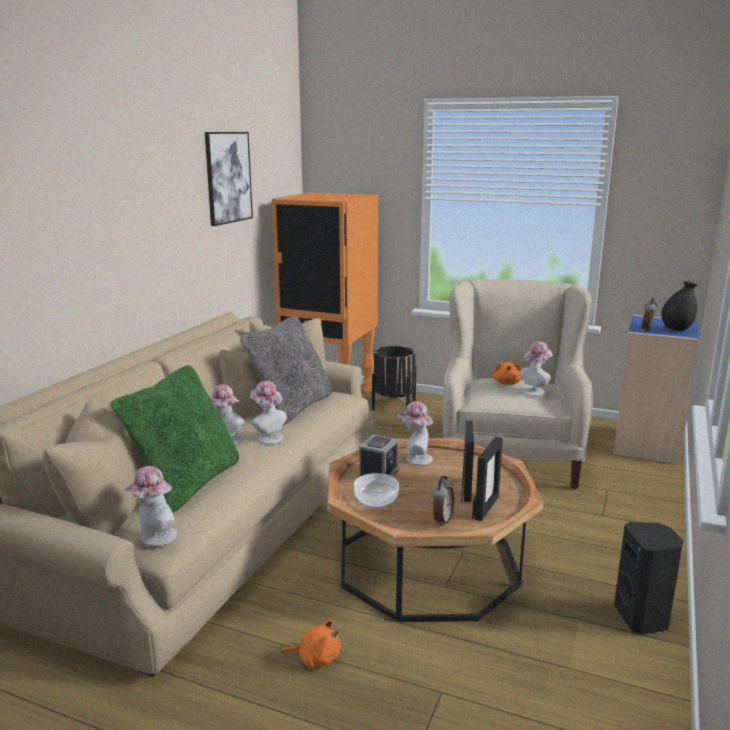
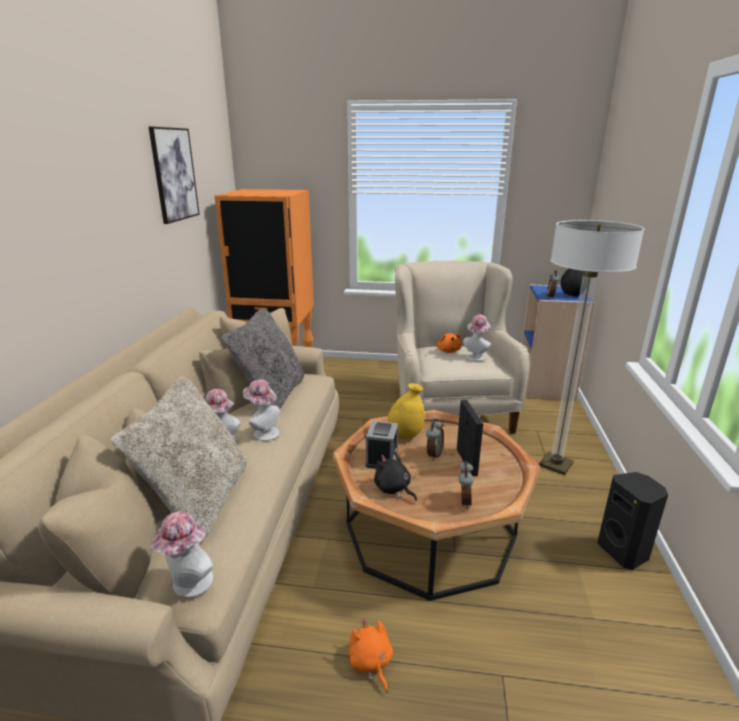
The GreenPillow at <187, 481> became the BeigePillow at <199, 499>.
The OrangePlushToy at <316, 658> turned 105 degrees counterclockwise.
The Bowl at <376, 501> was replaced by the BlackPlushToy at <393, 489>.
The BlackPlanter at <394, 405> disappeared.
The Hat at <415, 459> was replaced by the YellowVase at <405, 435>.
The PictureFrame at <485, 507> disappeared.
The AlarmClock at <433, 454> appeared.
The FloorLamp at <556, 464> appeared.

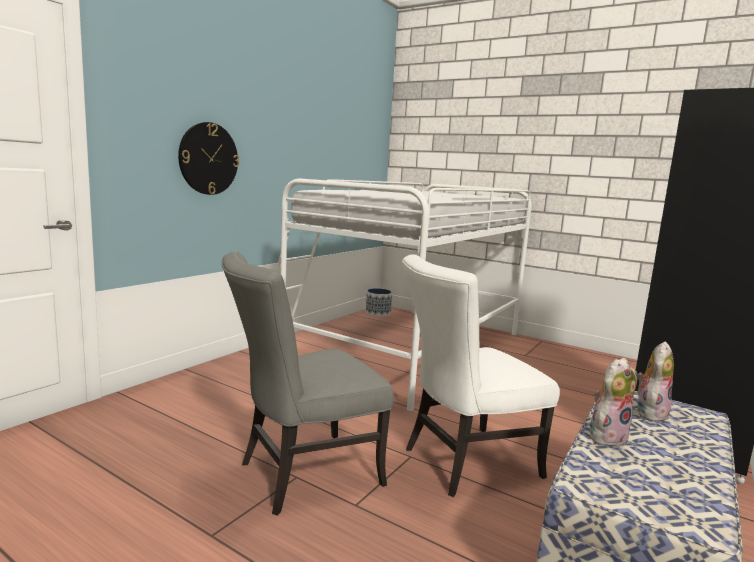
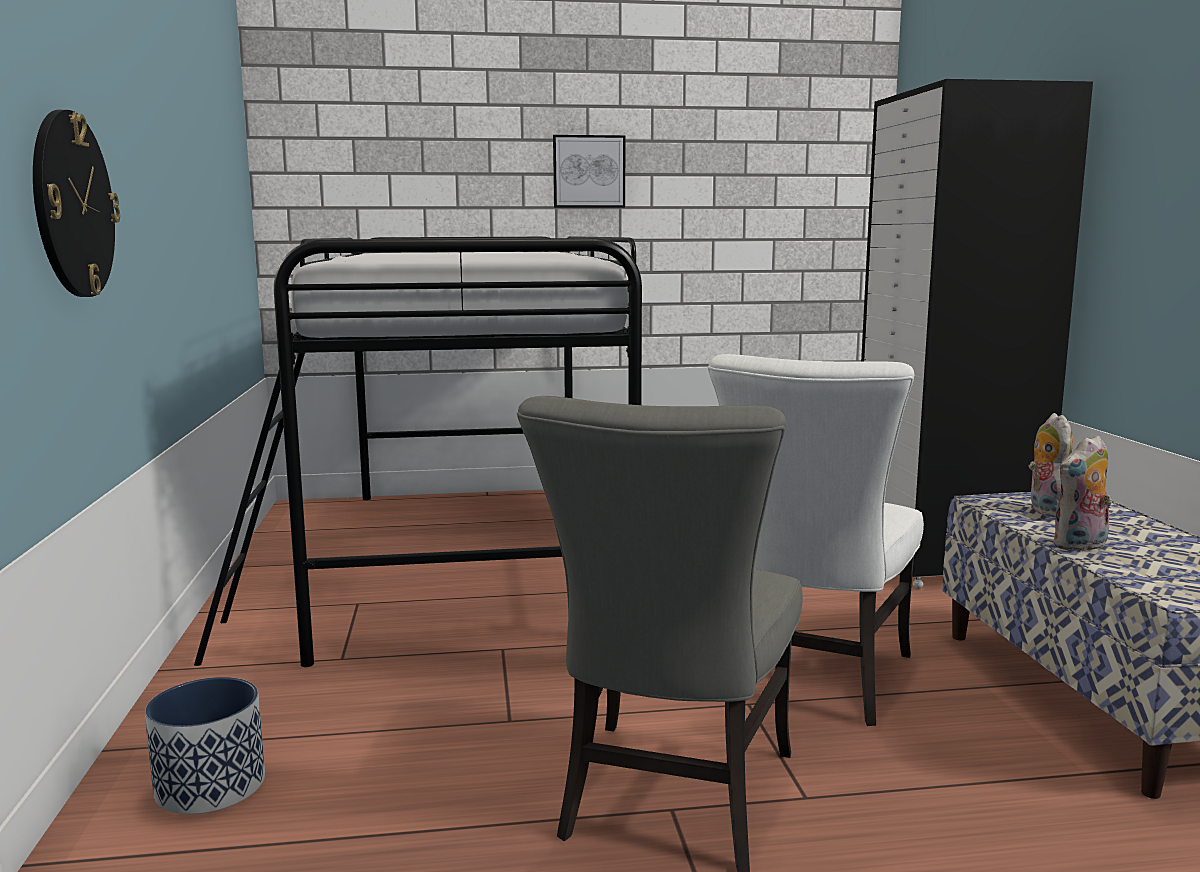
The WhiteBed at <408, 349> became the BlackBed at <465, 558>.
The Planter moved from <377, 313> to <209, 787>.
The PlushToy at <607, 436> turned 135 degrees counterclockwise.
The Picture at <589, 171> appeared.

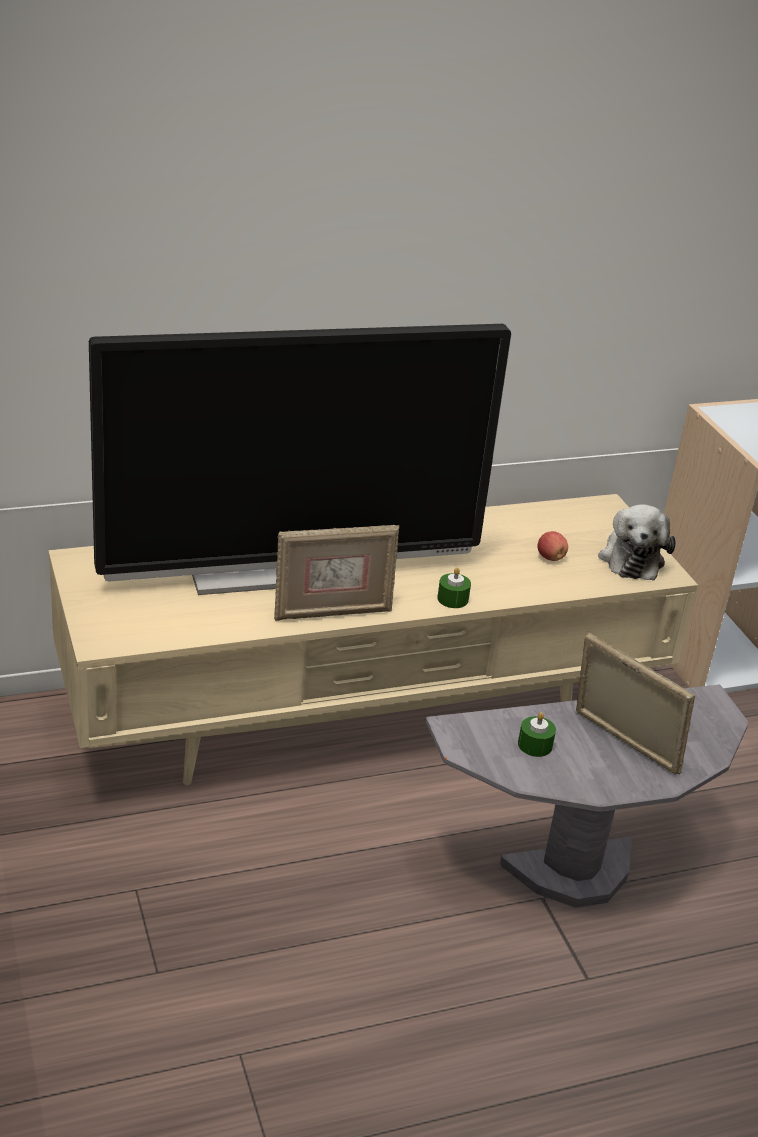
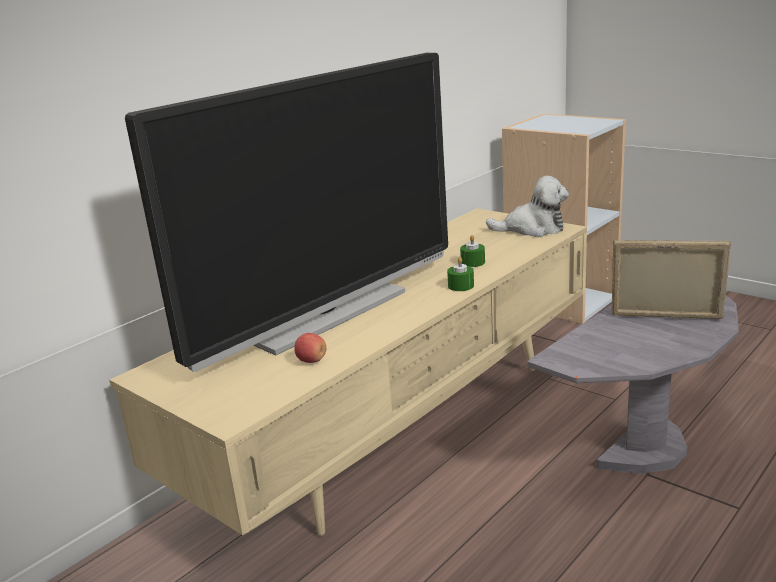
The PictureFrame at <332, 612> disappeared.
The GreenCandle moved from <535, 745> to <473, 262>.
The Apple moved from <550, 558> to <311, 361>.
The PlushToy at <631, 558> turned 60 degrees counterclockwise.

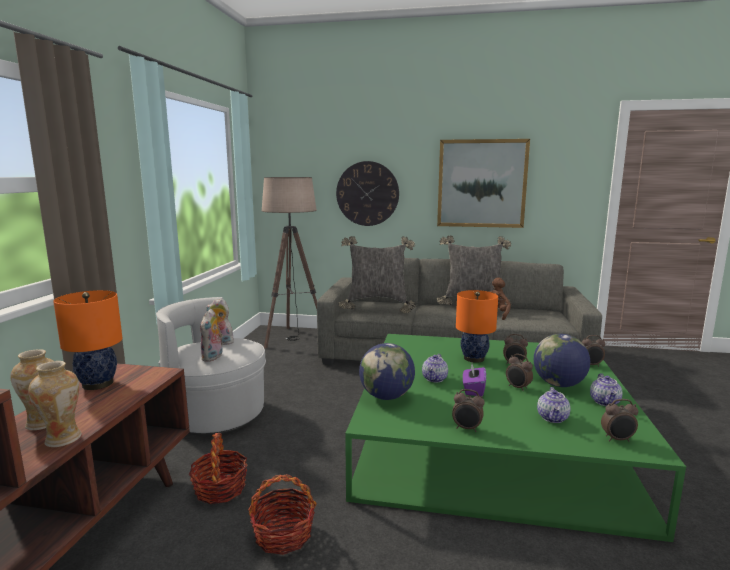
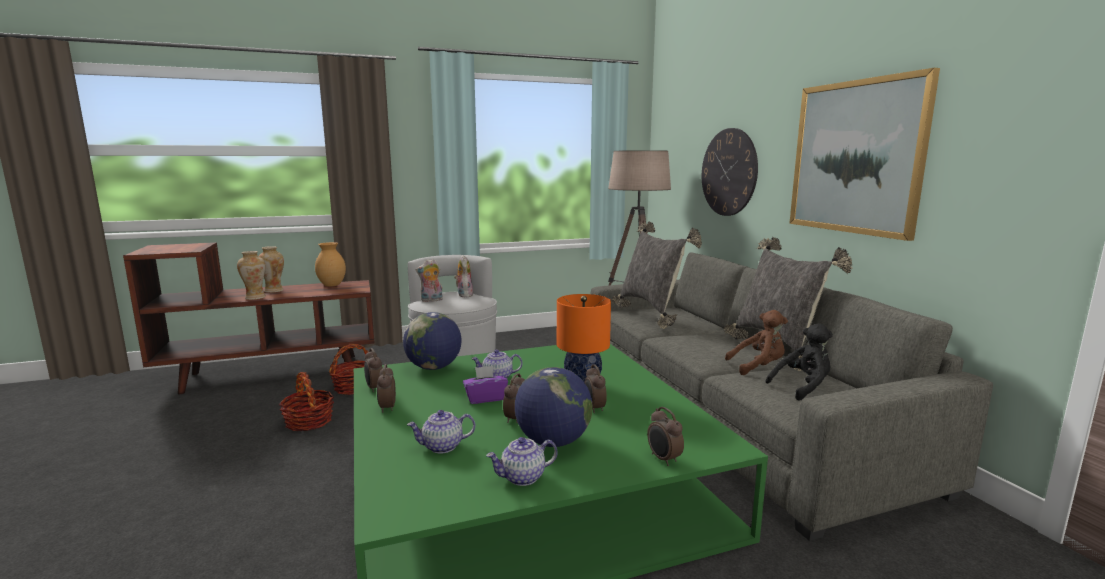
The OrangeTableLamp at <98, 384> was replaced by the BrownVase at <332, 285>.
The AlarmClock moved from <617, 439> to <374, 388>.
The BlackPlushToy at <802, 387> appeared.

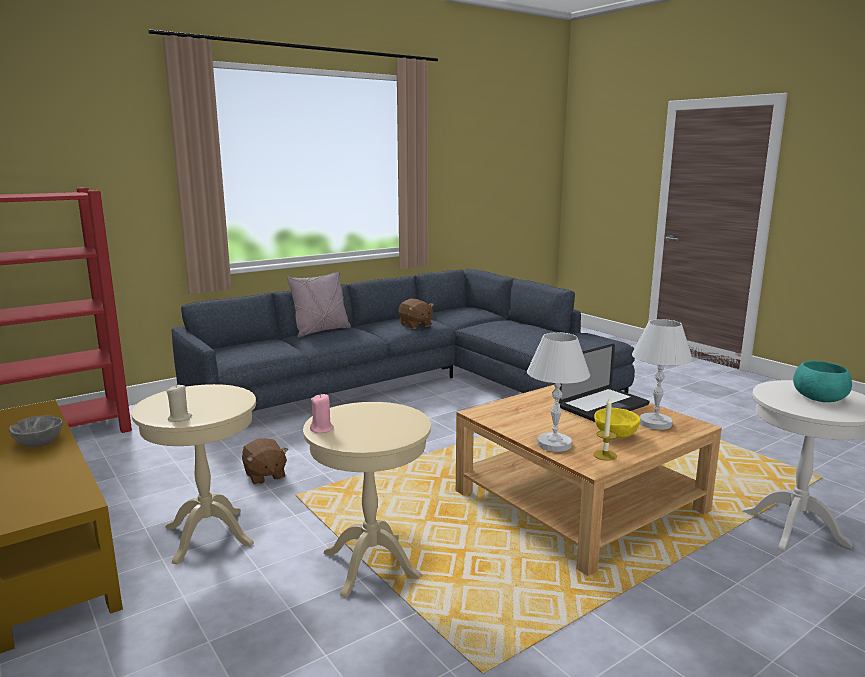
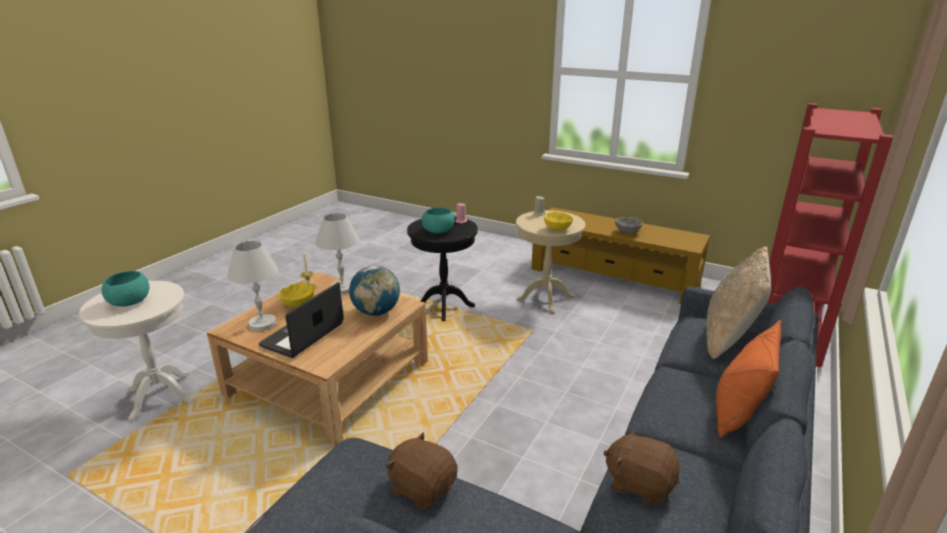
The BrownPlushToy moved from <264, 476> to <422, 487>.
The PurplePillow at <321, 331> became the OrangePillow at <737, 413>.
The BeigeSideTable at <371, 565> became the BlackSideTable at <444, 306>.
The Globe at <376, 312> appeared.
The TurquoiseBowl at <438, 230> appeared.
The YellowBowl at <557, 229> appeared.
The BeigePillow at <728, 341> appeared.

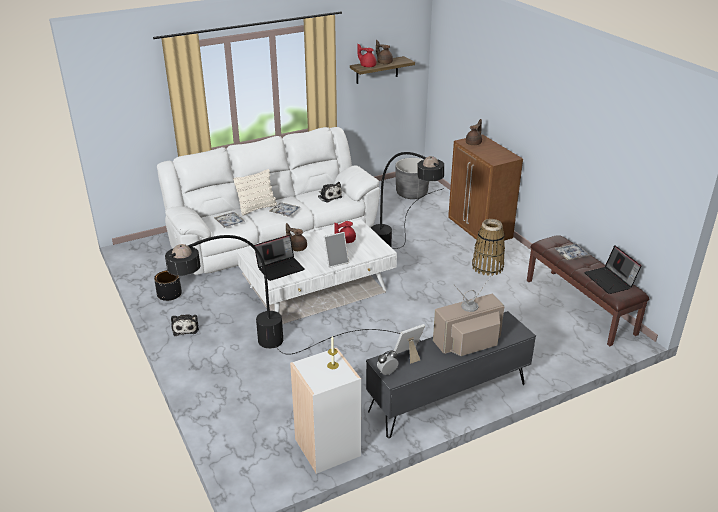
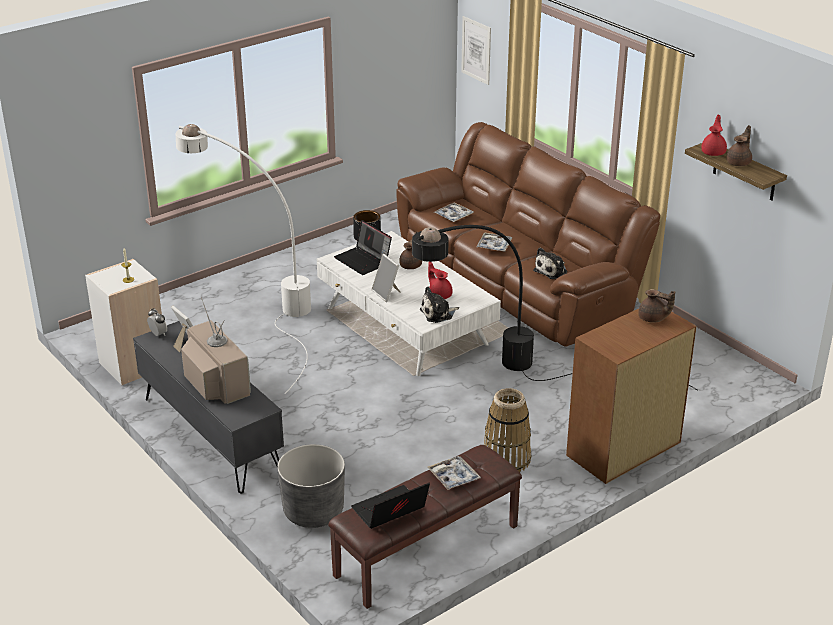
The WhiteSofa at <273, 235> became the BrownSofa at <517, 279>.
The BlackFloorLamp at <262, 362> became the WhiteFloorLamp at <258, 310>.
The PlushToy moved from <185, 328> to <438, 314>.
The BeigePillow at <257, 208> disappeared.
The GreyPlanter moved from <411, 193> to <313, 511>.
The Picture at <476, 50> appeared.

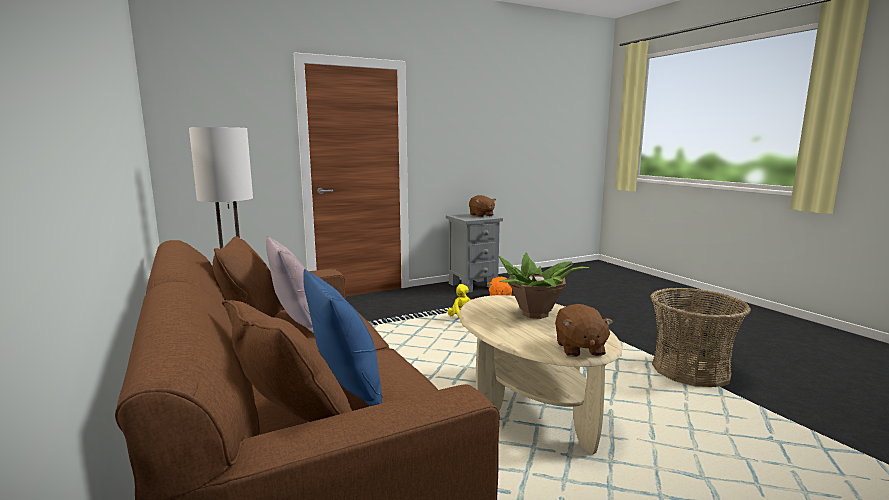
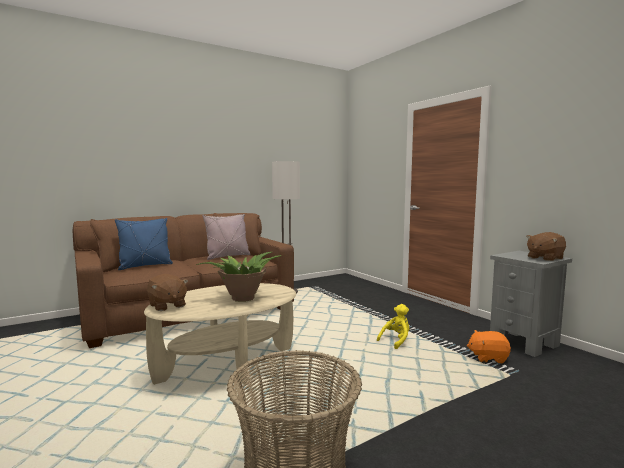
The BrownPlushToy at <579, 349> turned 120 degrees counterclockwise.

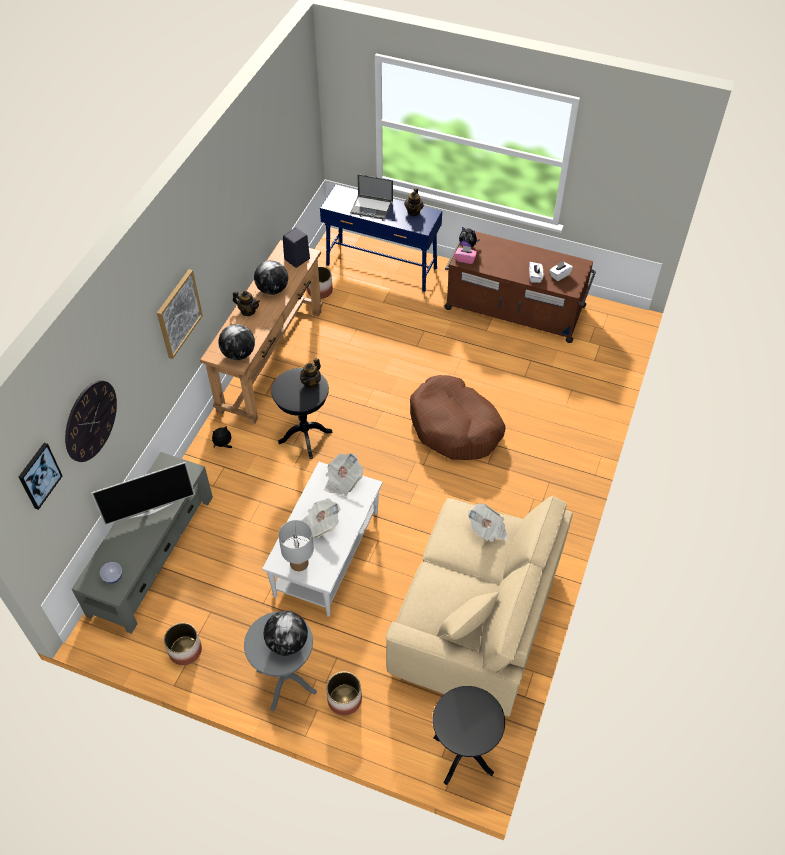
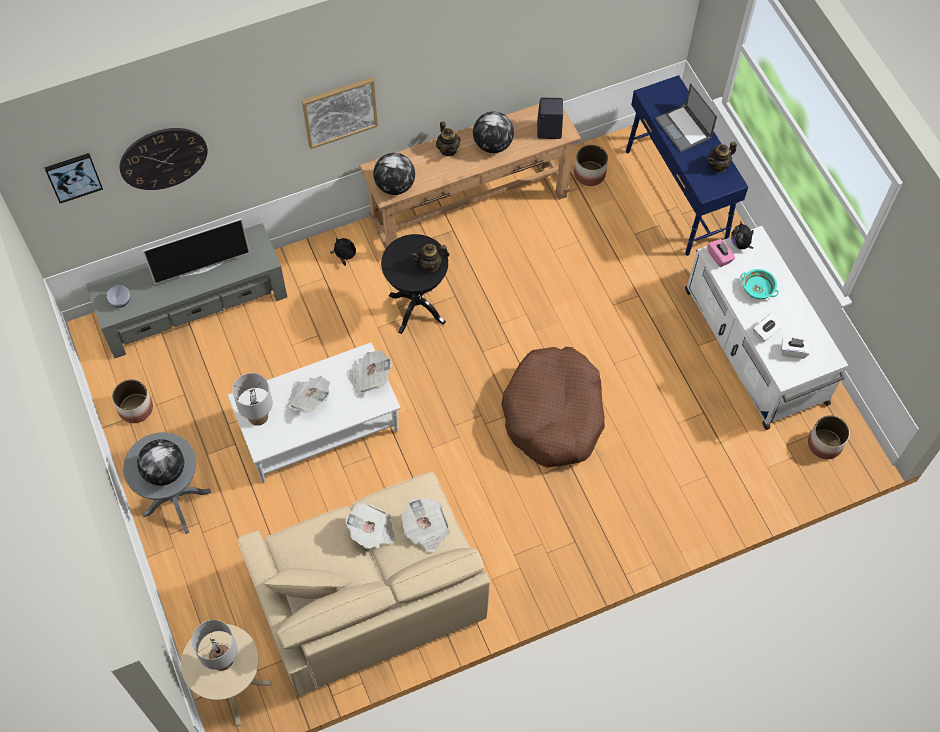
The Television at <150, 510> turned 45 degrees counterclockwise.
The Planter moved from <344, 699> to <824, 444>.
The BlackSideTable at <463, 755> became the BeigeSideTable at <234, 689>.
The BrownCabinet at <515, 308> became the WhiteCabinet at <755, 347>.
The GreyTableLamp at <222, 659> appeared.
The Newspaper at <372, 531> appeared.
The TurquoiseBowl at <758, 289> appeared.

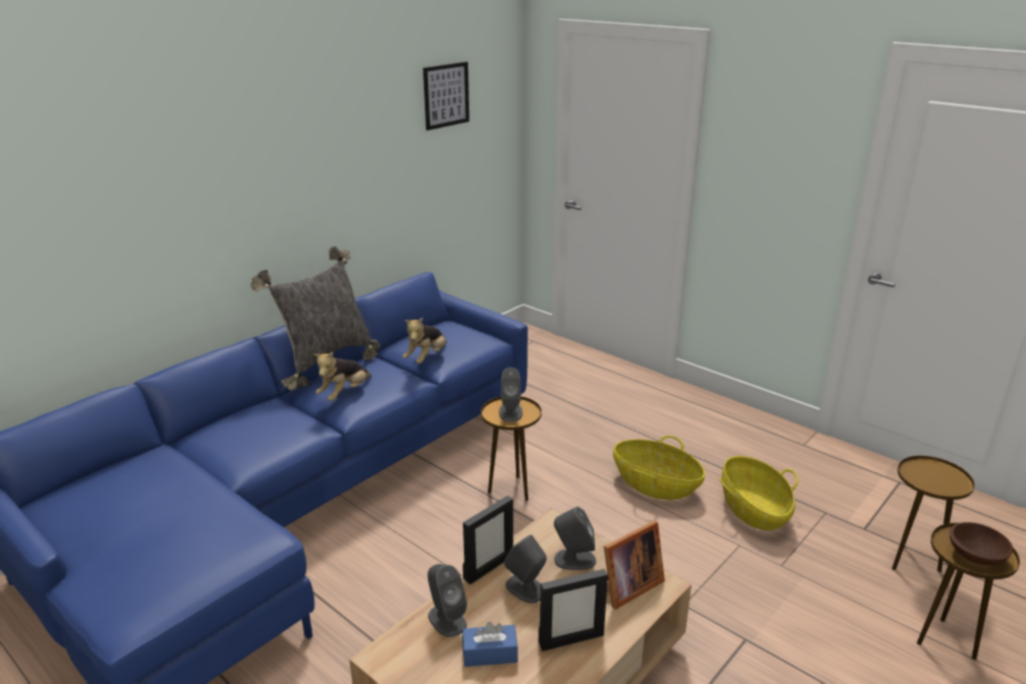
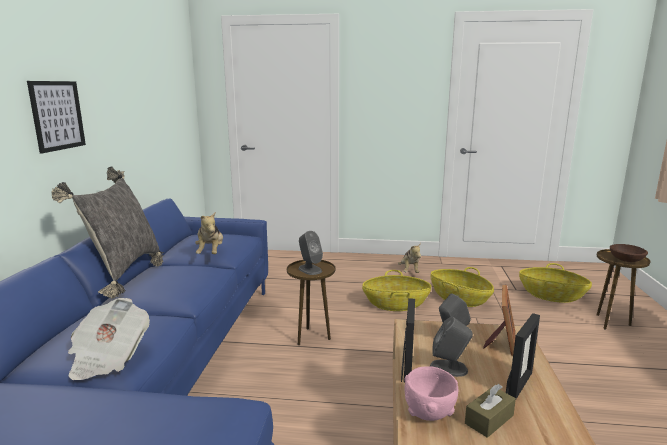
The PlushToy moved from <344, 393> to <409, 271>.
The Picture moved from <446, 95> to <57, 115>.
The GreySpeaker at <447, 619> was replaced by the PinkBowl at <428, 413>.
The BlueTissueBox at <490, 653> became the BrownTissueBox at <489, 419>.
The BrownSideTable at <911, 561> was replaced by the Basket at <551, 295>.
The Newspaper at <108, 357> appeared.

